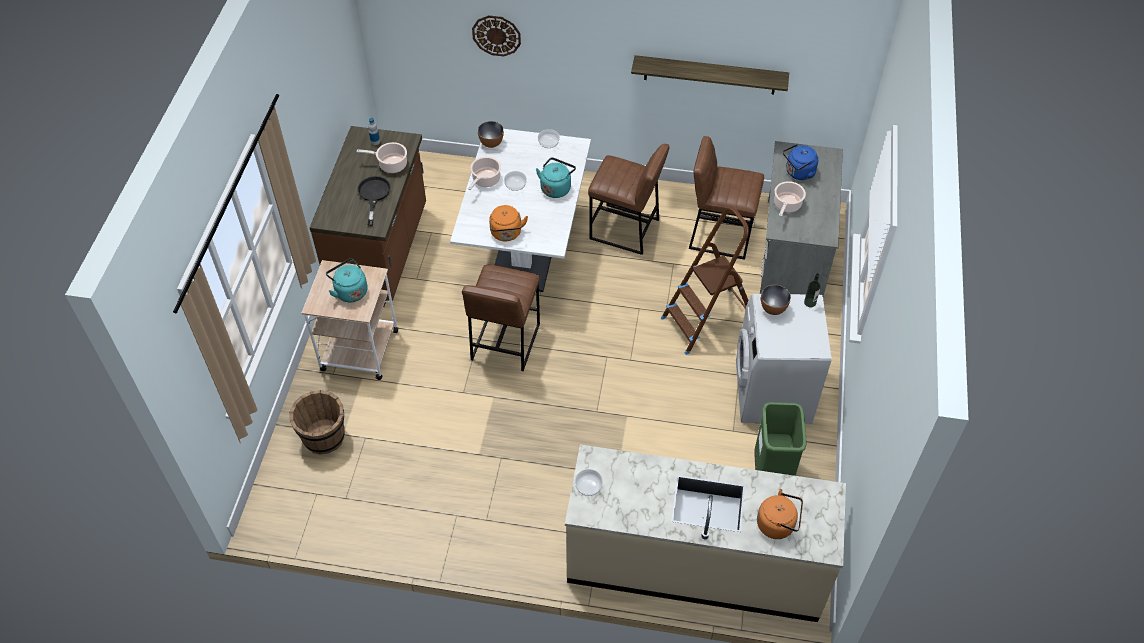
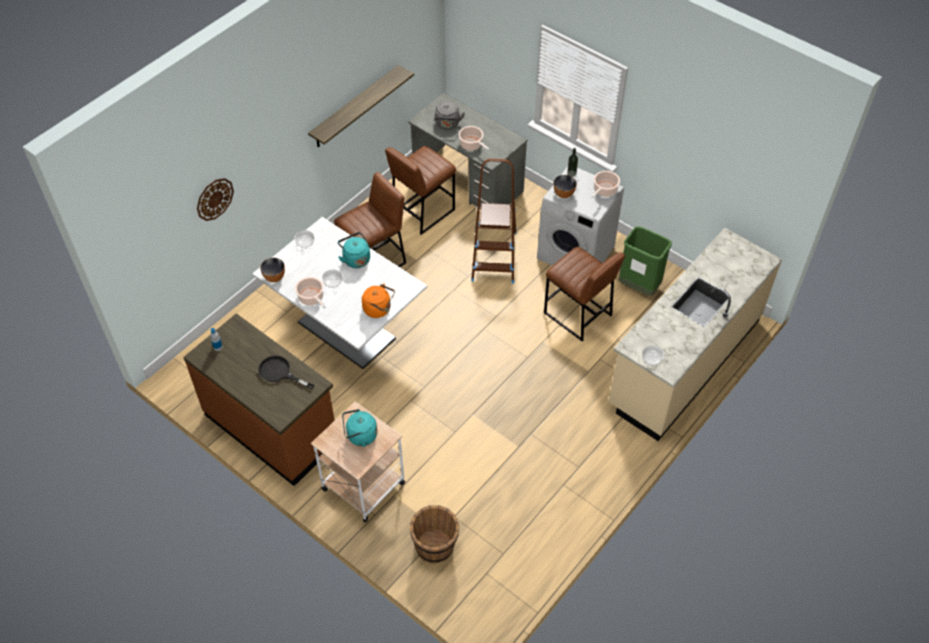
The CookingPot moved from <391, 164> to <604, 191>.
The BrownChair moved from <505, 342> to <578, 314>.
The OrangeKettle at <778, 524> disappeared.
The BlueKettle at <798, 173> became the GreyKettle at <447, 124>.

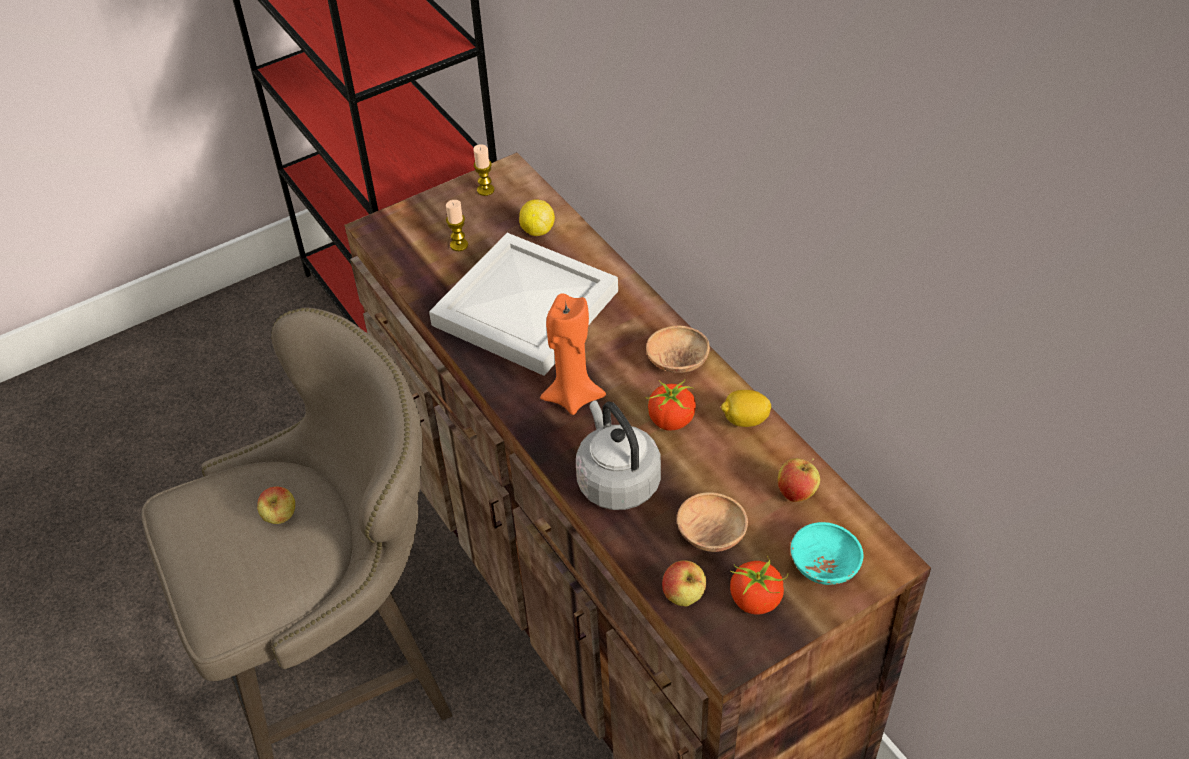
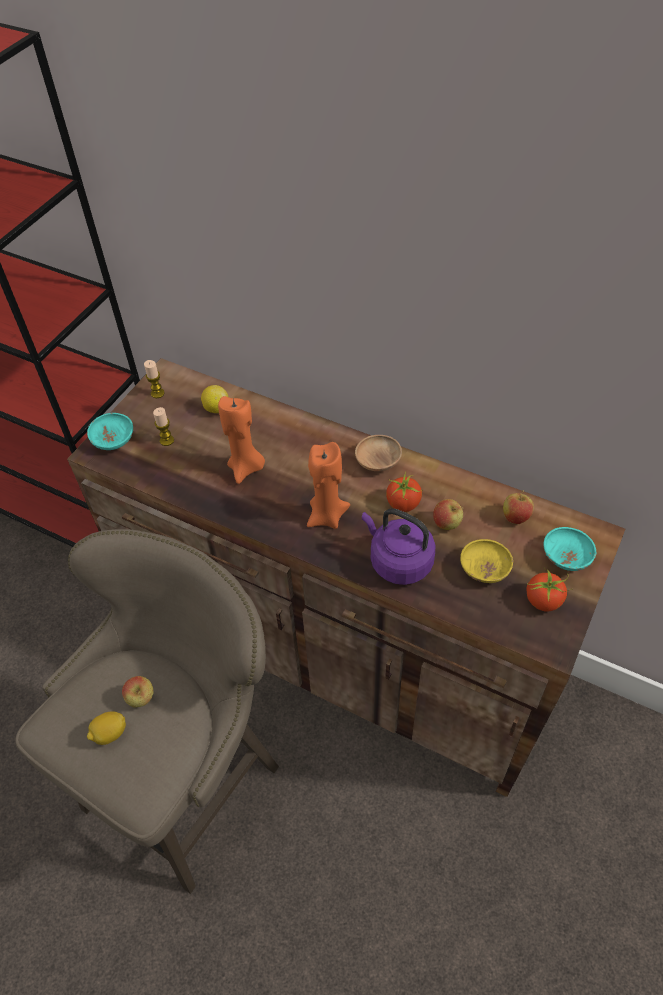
The WhiteTray at <522, 308> was replaced by the OrangeCandle at <246, 468>.
The GreyKettle at <616, 481> became the PurpleKettle at <398, 561>.
The Apple moved from <683, 597> to <446, 524>.
The BrownBowl at <711, 534> became the YellowBowl at <484, 569>.
The Lemon moved from <745, 420> to <110, 733>.
The TurquoiseBowl at <113, 440> appeared.

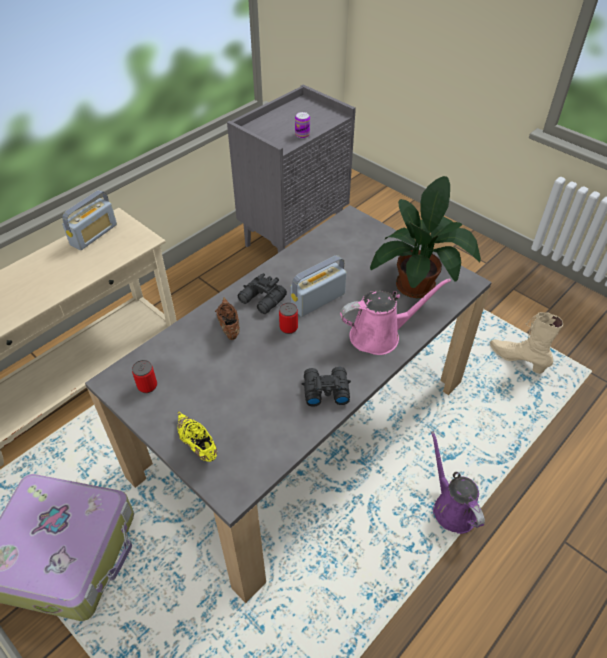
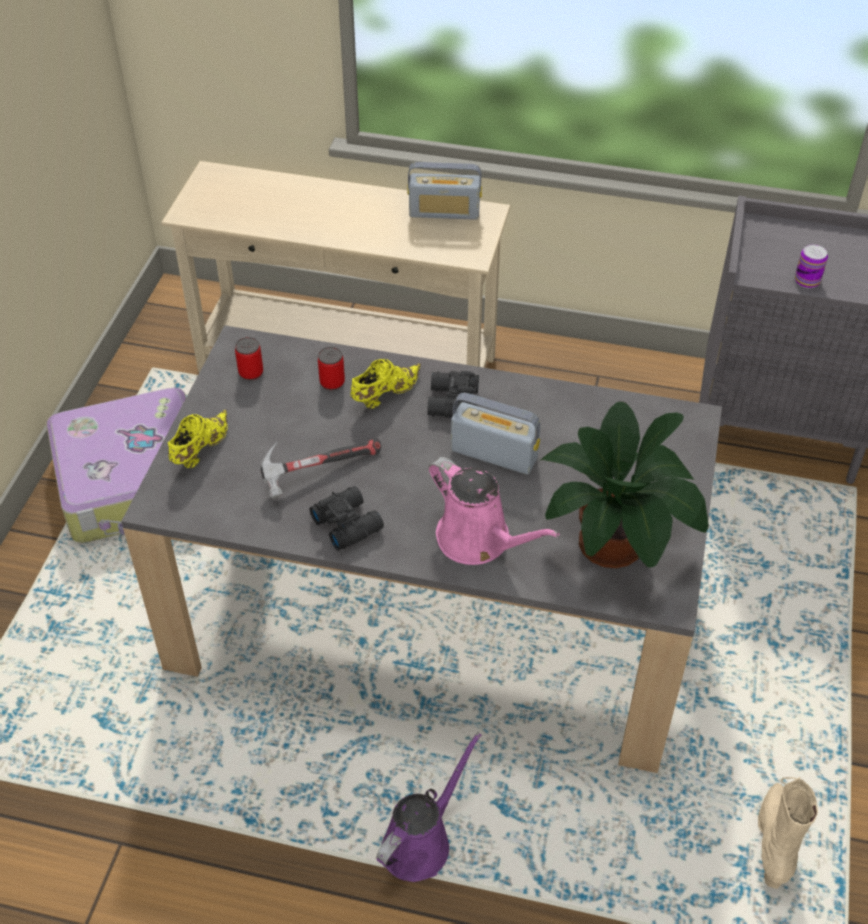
The BrownShoe at <229, 327> became the YellowShoe at <384, 394>.
The Can moved from <288, 328> to <332, 382>.
The Hammer at <318, 471> appeared.

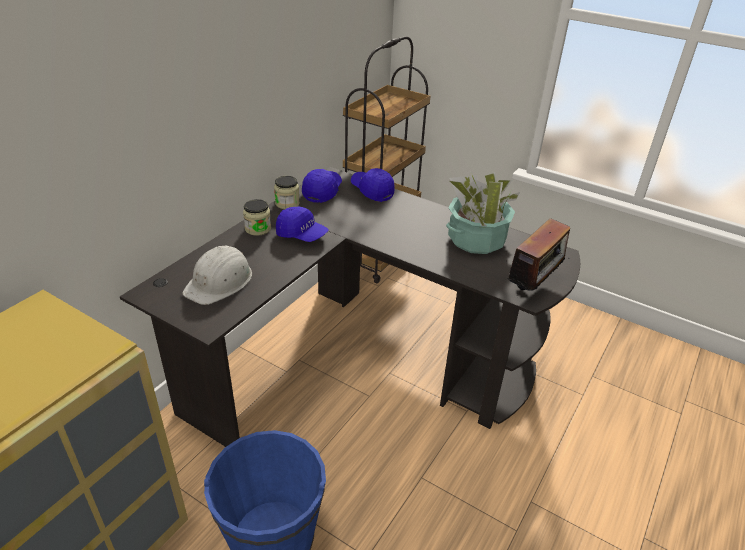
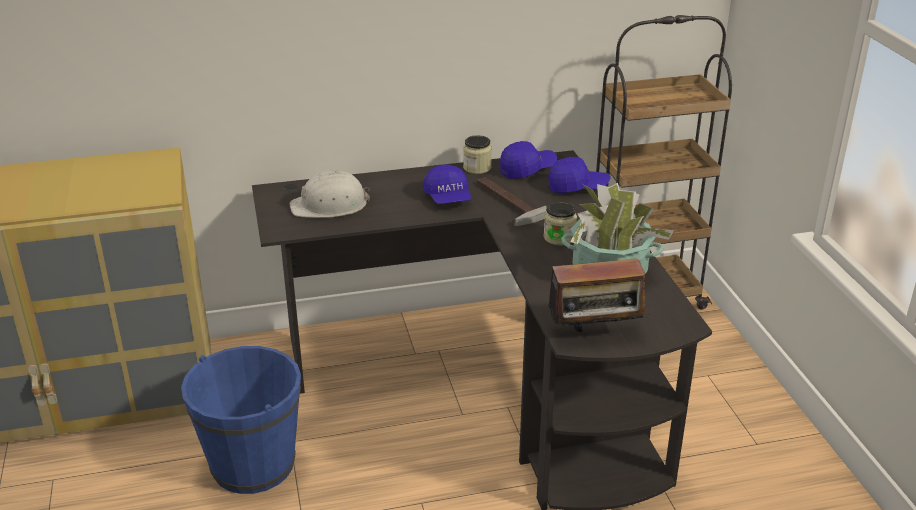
The Jar moved from <258, 229> to <559, 237>.
The BlueCap at <372, 191> turned 90 degrees clockwise.
The Hammer at <505, 202> appeared.

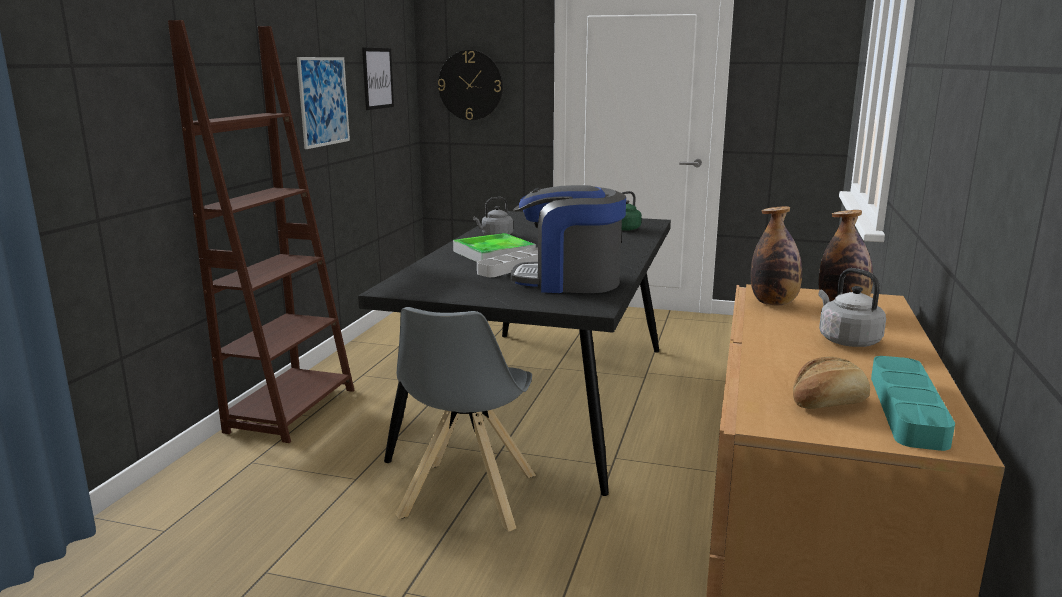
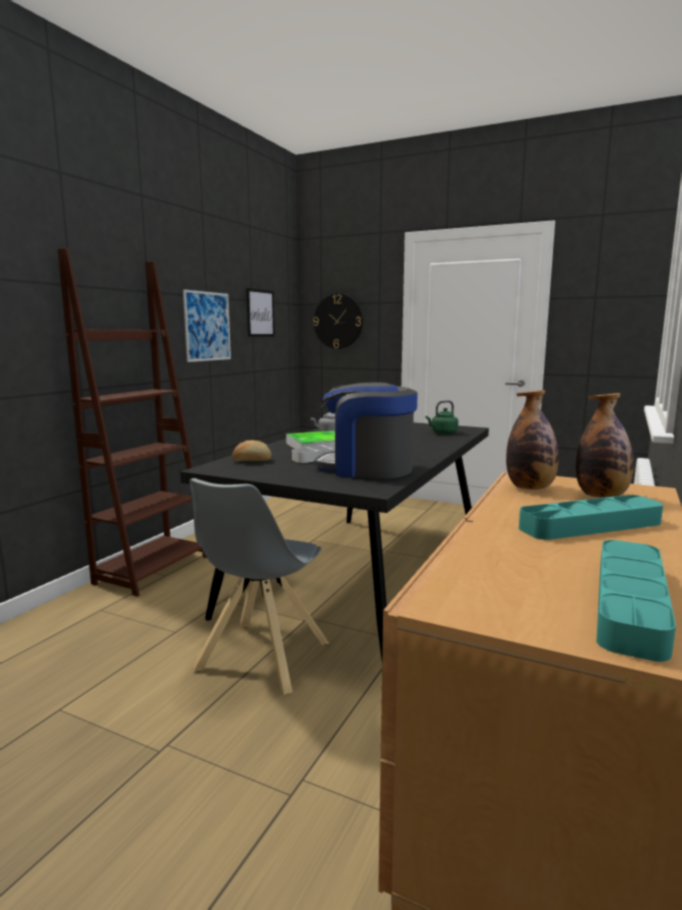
The Bread moved from <828, 403> to <252, 460>.
The GreyKettle at <846, 340> was replaced by the TurquoiseTray at <590, 525>.

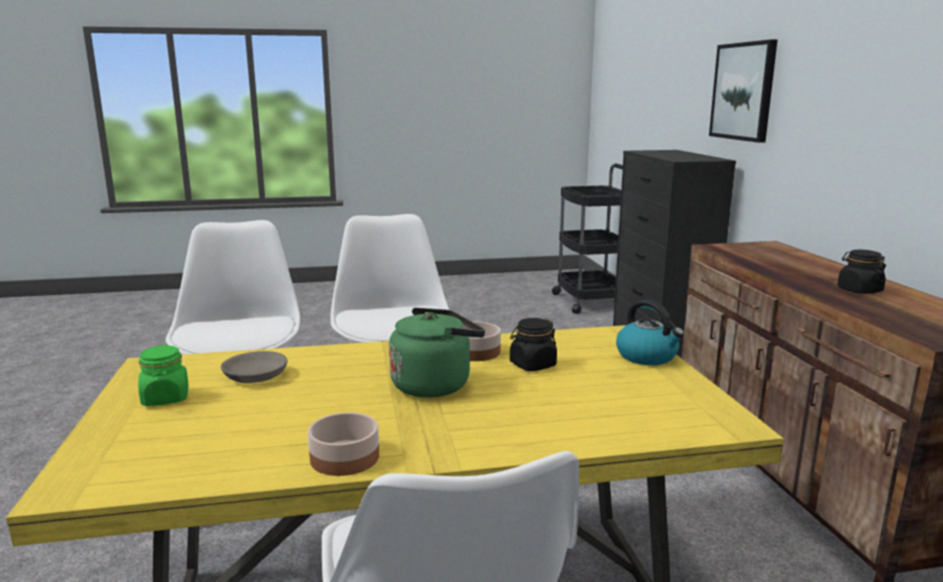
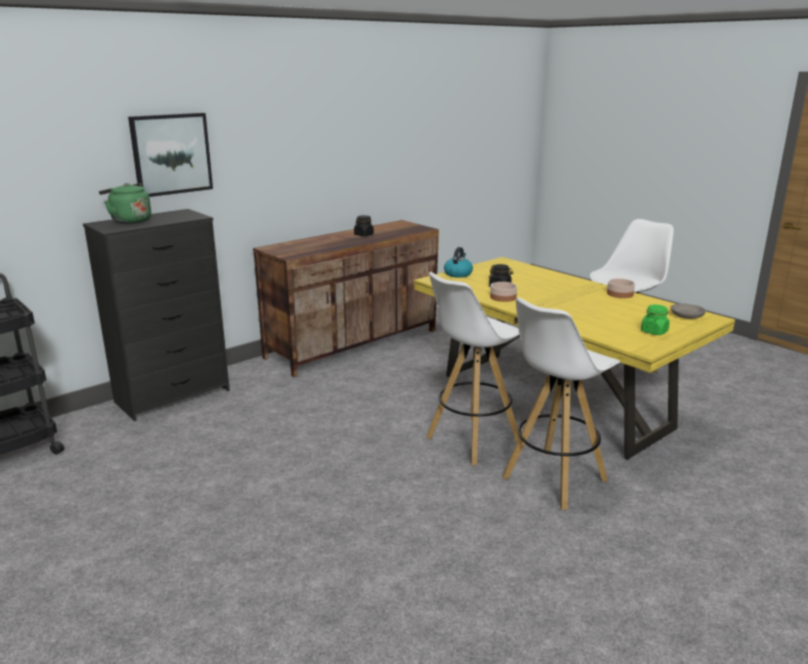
The GreyBowl moved from <254, 376> to <687, 316>.
The GreenKettle moved from <435, 384> to <129, 221>.

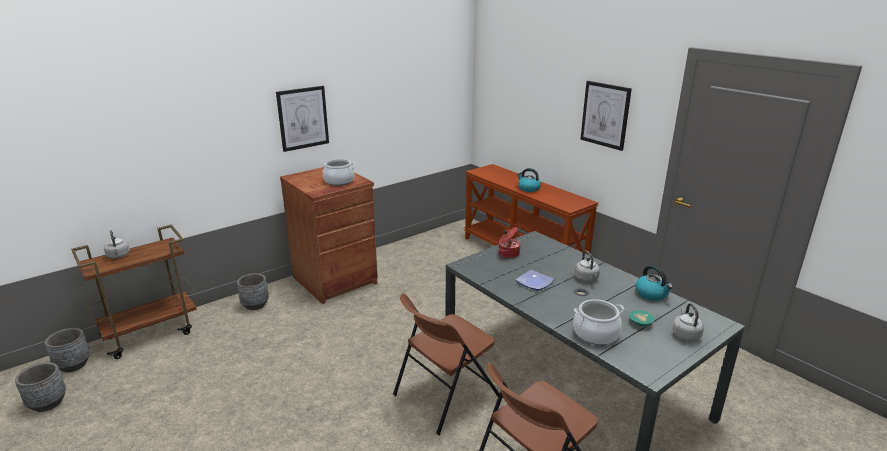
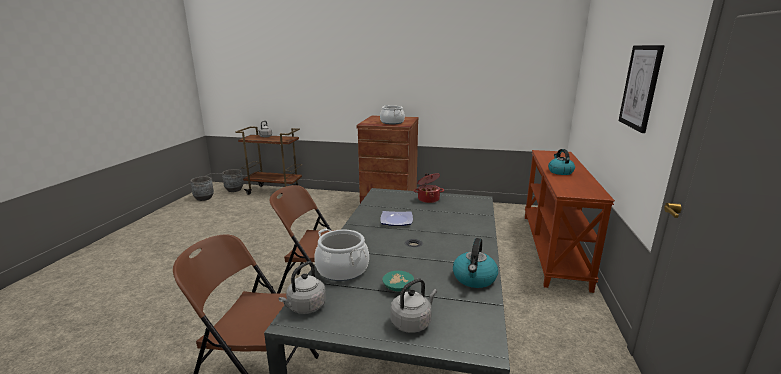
The GreyPlanter at <255, 305> disappeared.
The Picture at <303, 118> disappeared.
The GreyKettle moved from <587, 279> to <305, 307>.

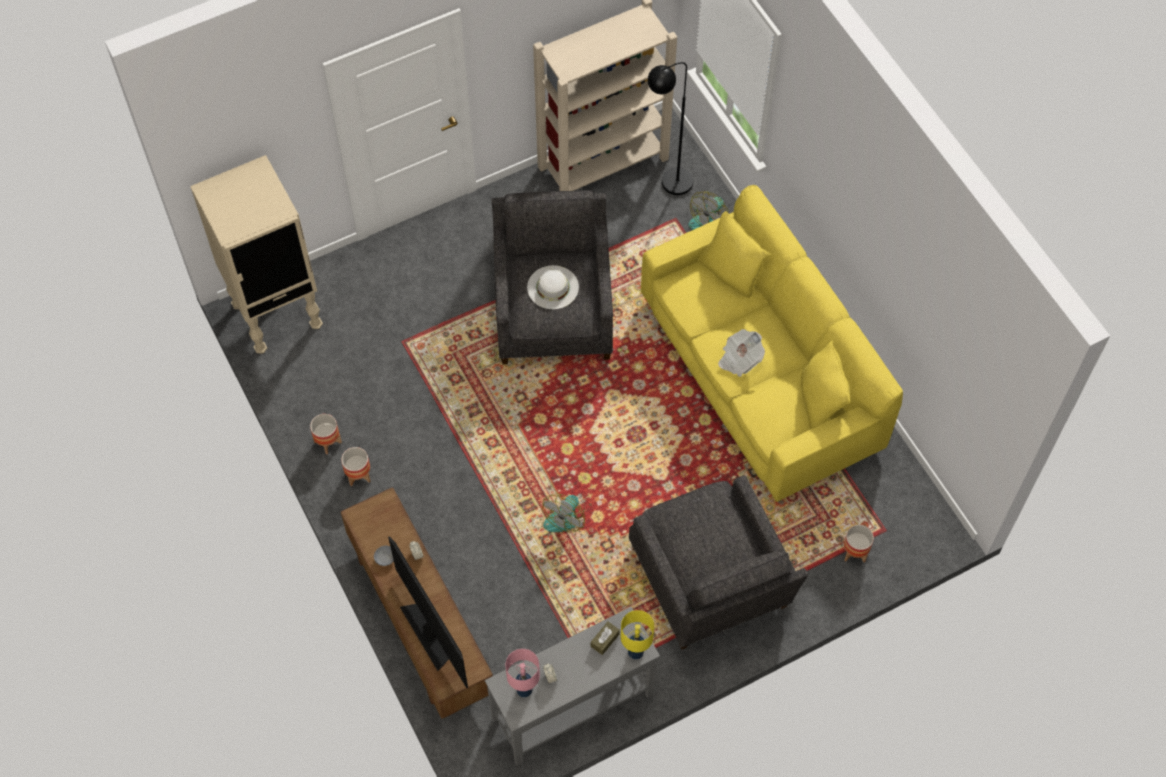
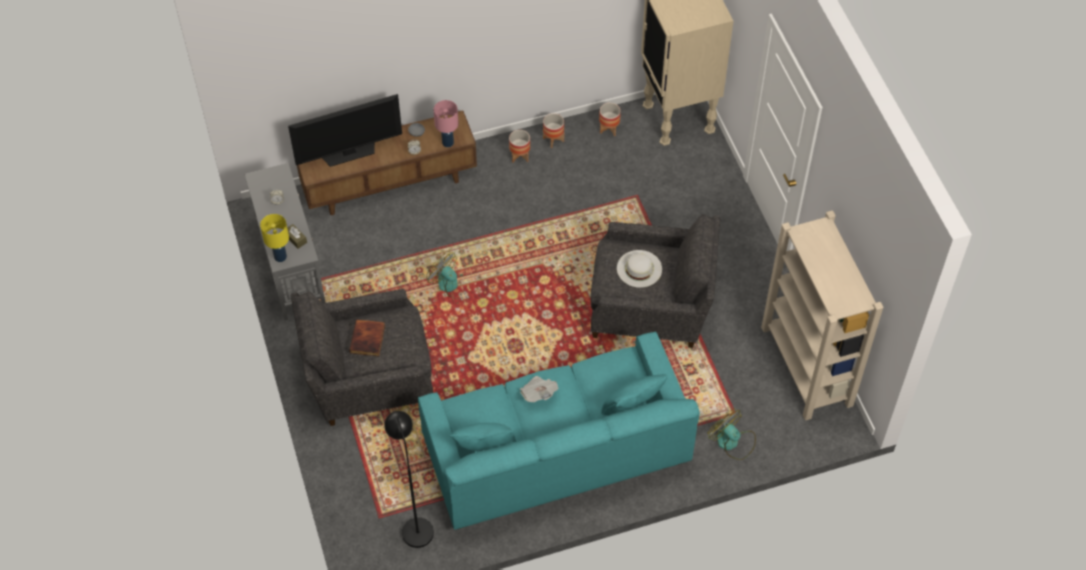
The PinkTableLamp moved from <524, 690> to <447, 142>.
The YellowSofa at <759, 375> became the TurquoiseSofa at <555, 450>.
The BlackFloorLamp moved from <668, 186> to <415, 525>.
The Planter moved from <854, 552> to <609, 129>.
The Book at <368, 339> appeared.

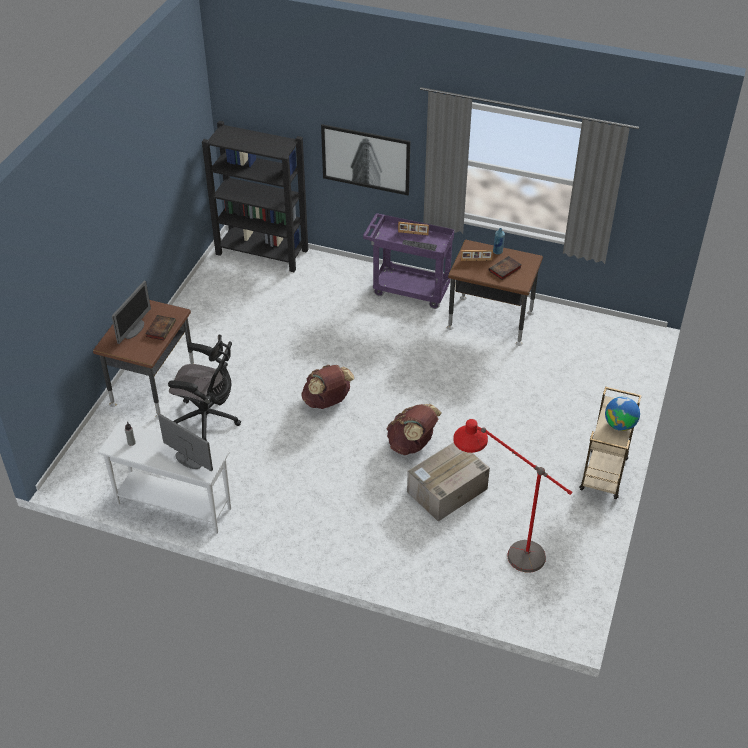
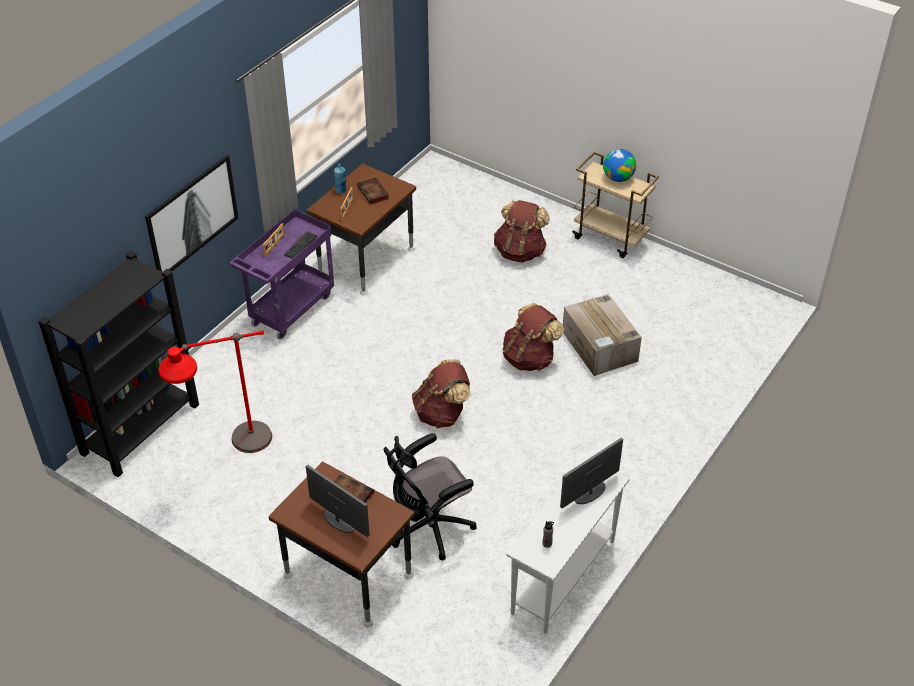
The OfficeChair at <206, 419> turned 150 degrees counterclockwise.
The RedFloorLamp moved from <500, 549> to <232, 455>.
The BrownBackpack at <520, 252> appeared.

